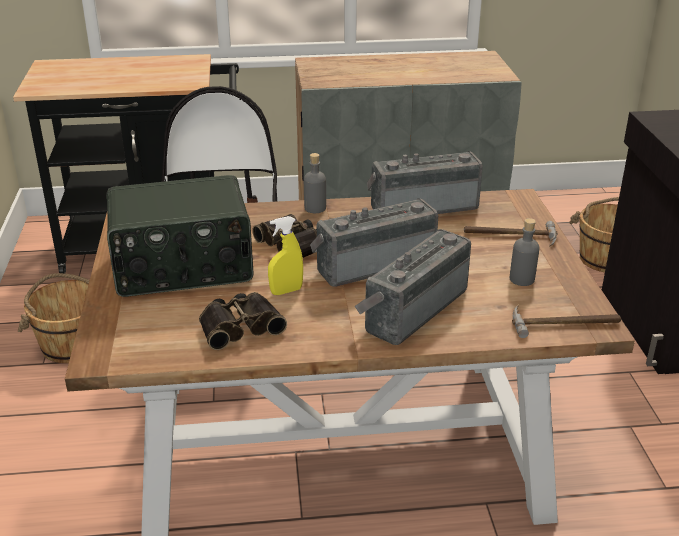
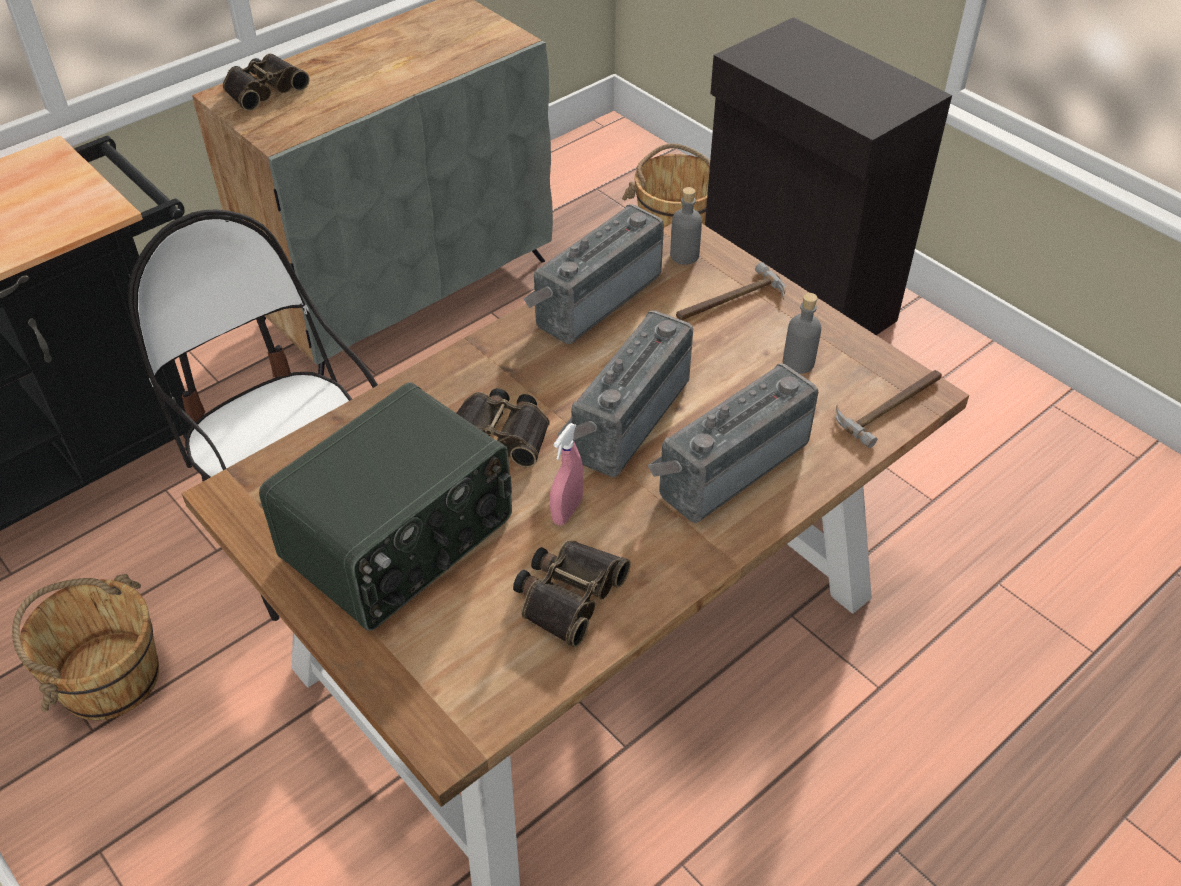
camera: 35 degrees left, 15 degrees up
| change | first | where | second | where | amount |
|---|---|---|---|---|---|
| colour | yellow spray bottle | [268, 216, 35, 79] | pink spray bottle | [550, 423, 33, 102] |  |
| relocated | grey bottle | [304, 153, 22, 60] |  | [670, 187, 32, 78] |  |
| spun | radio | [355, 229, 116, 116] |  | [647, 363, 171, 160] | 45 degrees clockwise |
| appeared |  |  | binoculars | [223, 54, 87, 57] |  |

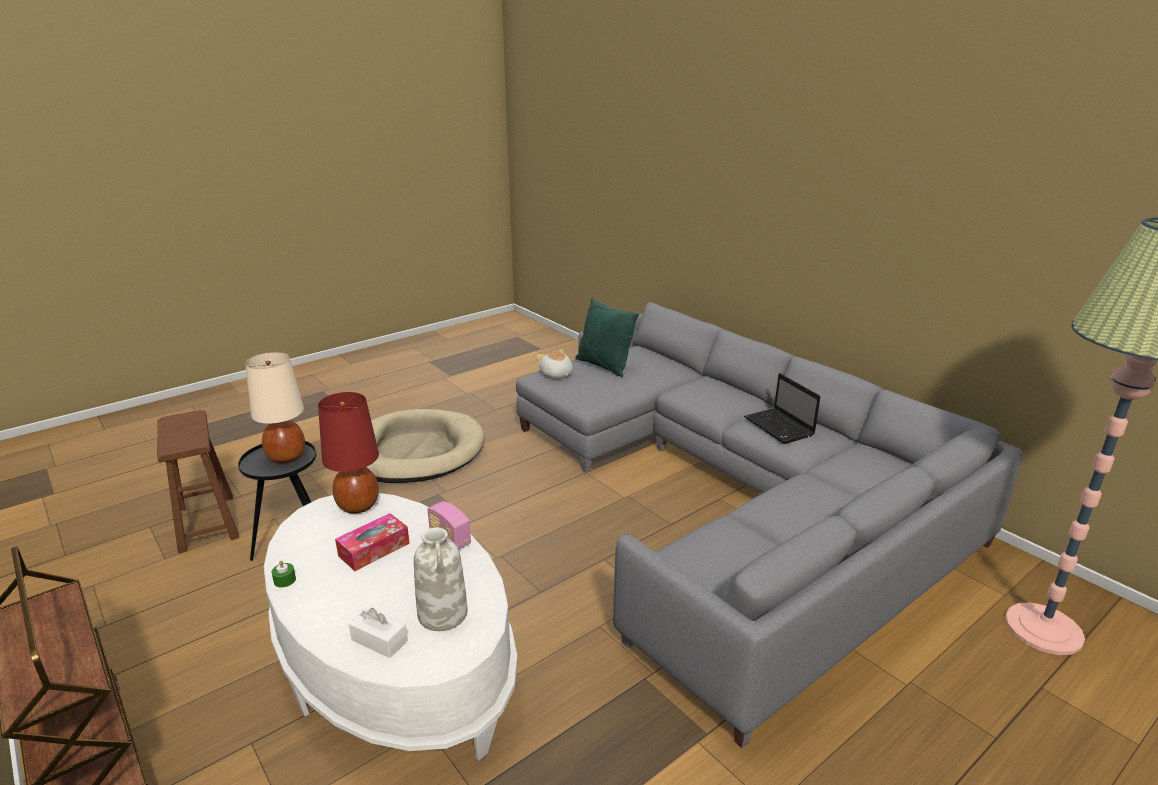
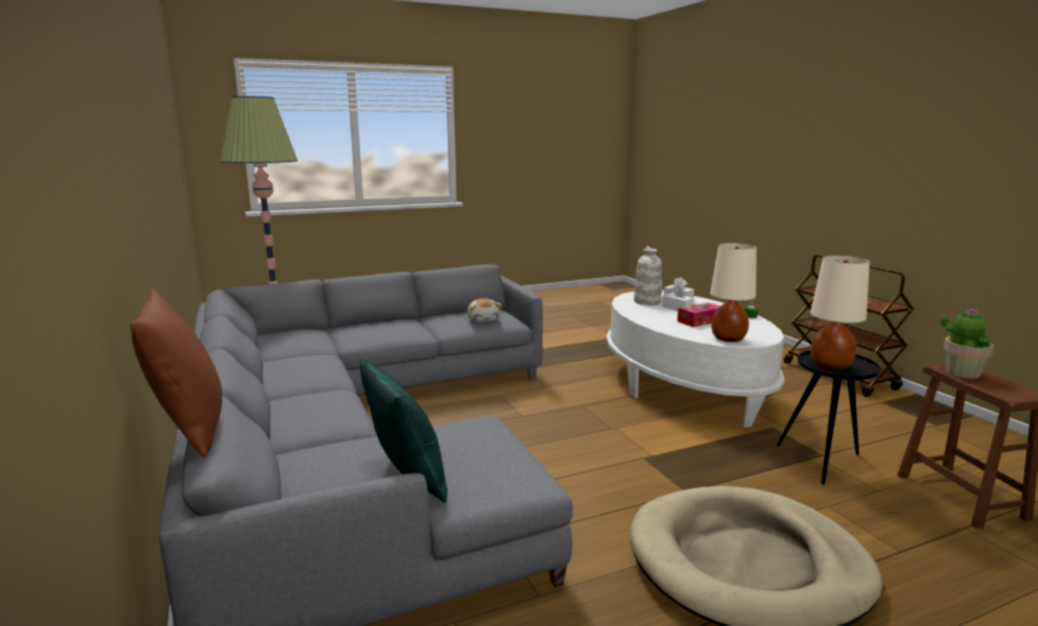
camera: 165 degrees left, 10 degrees down
| change | first | where | second | where | amount |
|---|---|---|---|---|---|
| colour | red table lamp | [318, 392, 61, 122] | beige table lamp | [710, 243, 47, 99] |  |
| missing | radio | [427, 501, 44, 48] |  |  |  |
| relocated | plush toy | [536, 349, 37, 30] |  | [467, 298, 35, 24] |  |
| missing | laptop | [744, 373, 77, 71] |  |  |  |
| appeared |  |  | brown pillow | [130, 289, 92, 168] |  |
| appeared |  |  | white tissue box | [662, 285, 32, 26] |  |
| appeared |  |  | potted plant | [941, 308, 53, 71] |  |

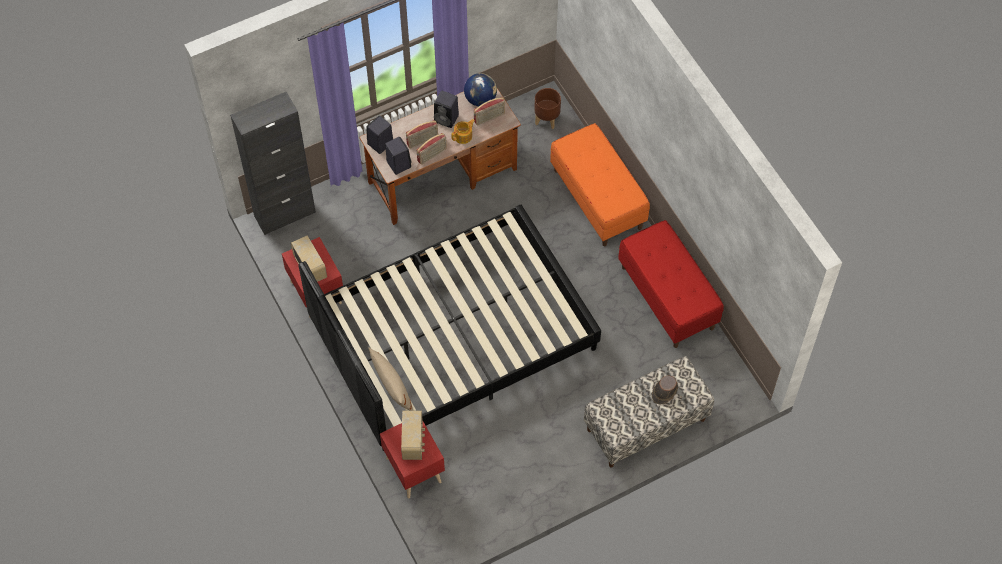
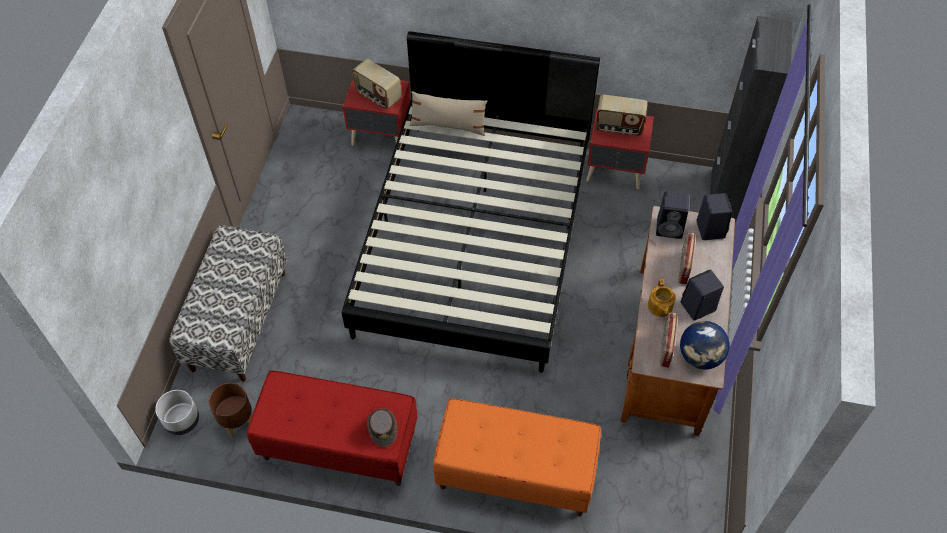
camera: 130 degrees right, 5 degrees down
| change | first | where | second | where | amount |
|---|---|---|---|---|---|
| missing | radio | [417, 133, 30, 32] |  |  |  |
| relocated | brown planter | [534, 88, 27, 41] |  | [209, 383, 43, 55] |  |
| relocated | brown hat | [652, 376, 26, 29] |  | [367, 408, 30, 39] |  |
| appeared |  |  | grey planter | [155, 390, 44, 45] |  |

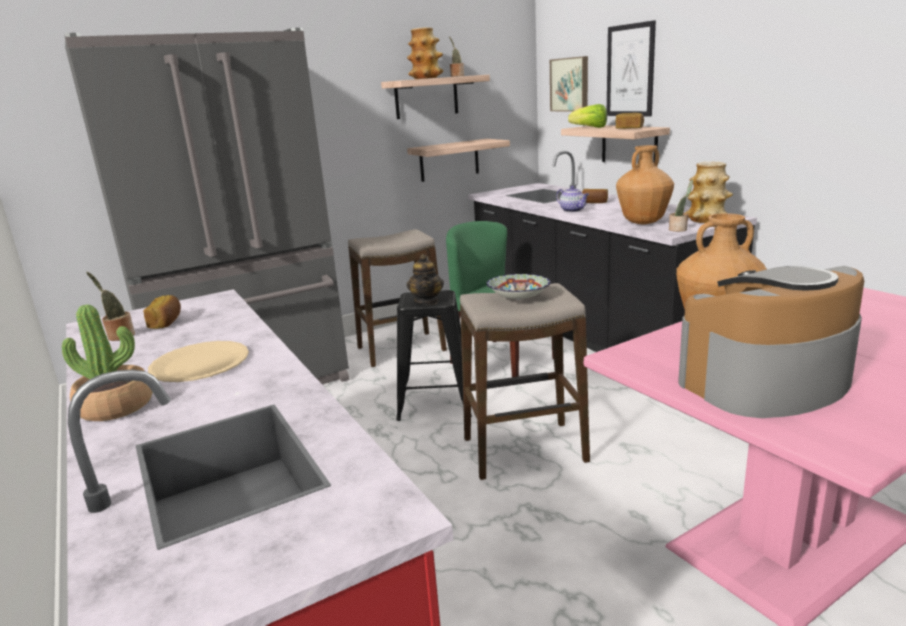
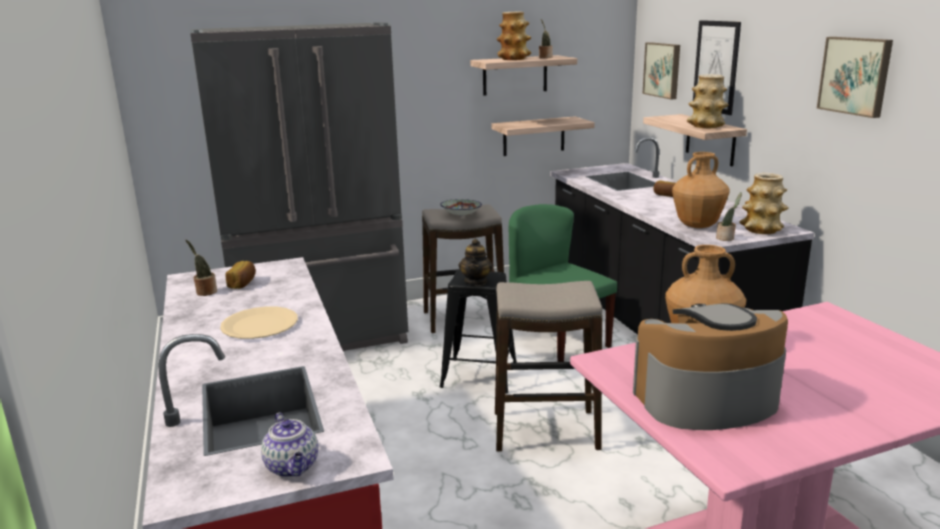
camera: 10 degrees right, 0 degrees up
| change | first | where | second | where | amount |
|---|---|---|---|---|---|
| missing | potted plant | [62, 304, 91, 117] |  |  |  |
| relocated | bowl | [486, 274, 65, 26] |  | [440, 199, 42, 17] |  |
| relocated | teapot | [556, 186, 33, 26] |  | [261, 413, 57, 64] |  |
| missing | lettuce | [568, 104, 39, 24] |  |  |  |
| exchanged | bread | [616, 113, 28, 16] | vase | [687, 74, 42, 54] |  |
| appeared |  |  | picture | [817, 37, 76, 81] |  |

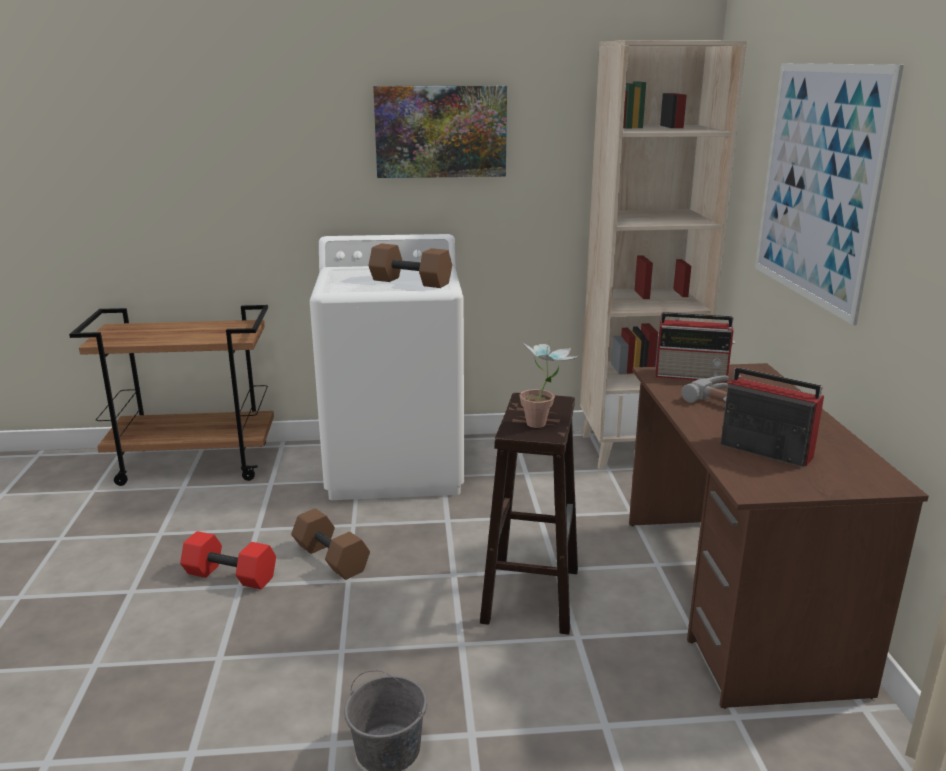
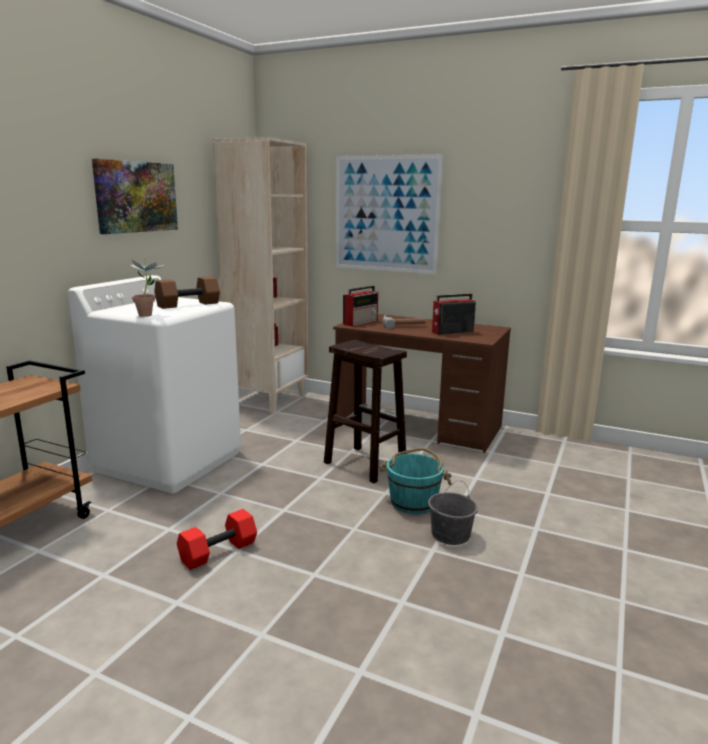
camera: 60 degrees left, 5 degrees down
| change | first | where | second | where | amount |
|---|---|---|---|---|---|
| missing | brown dumbbell | [291, 508, 79, 72] |  |  |  |
| relocated | potted plant | [520, 340, 59, 88] |  | [130, 260, 34, 57] |  |
| appeared |  |  | turquoise bucket | [380, 448, 72, 66] |  |

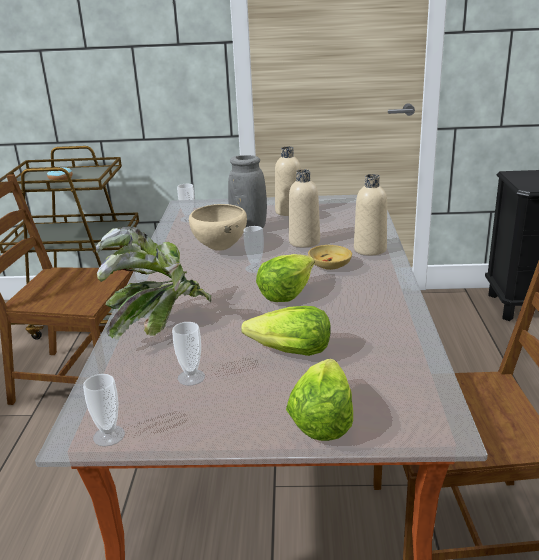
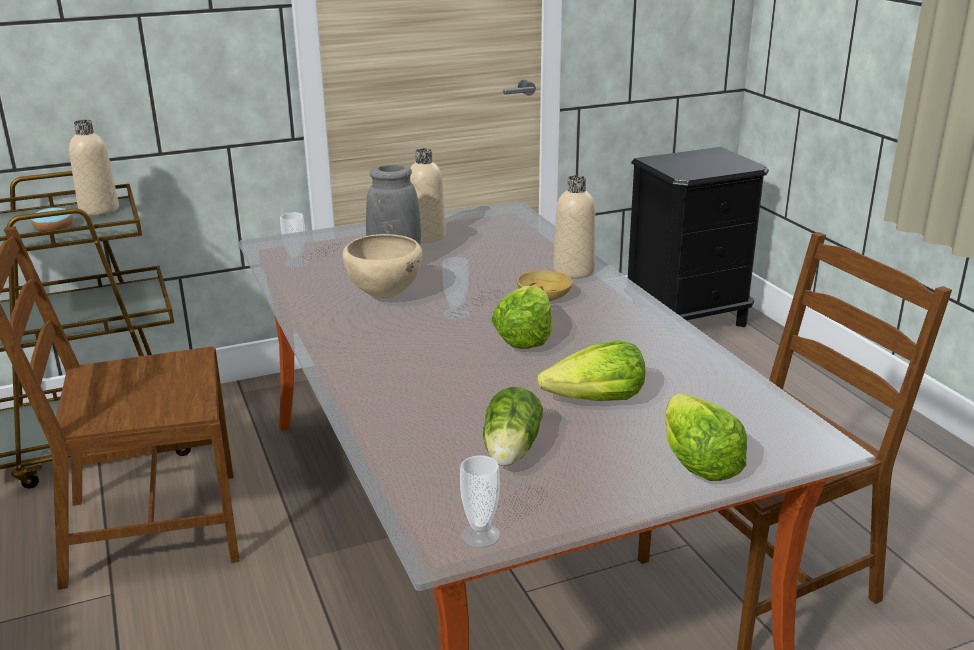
camera: 25 degrees left, 0 degrees up
| change | first | where | second | where | amount |
|---|---|---|---|---|---|
| missing | potted plant | [96, 226, 116, 113] |  |  |  |
| exchanged | cup | [172, 322, 33, 64] | lettuce | [483, 387, 60, 79] |  |
| relocated | beige bottle | [289, 169, 31, 78] |  | [69, 120, 50, 95] |  |

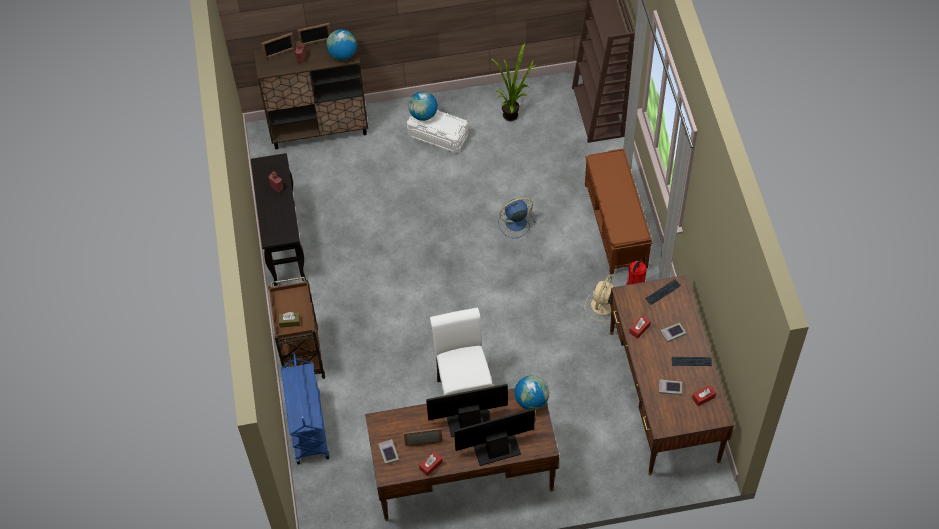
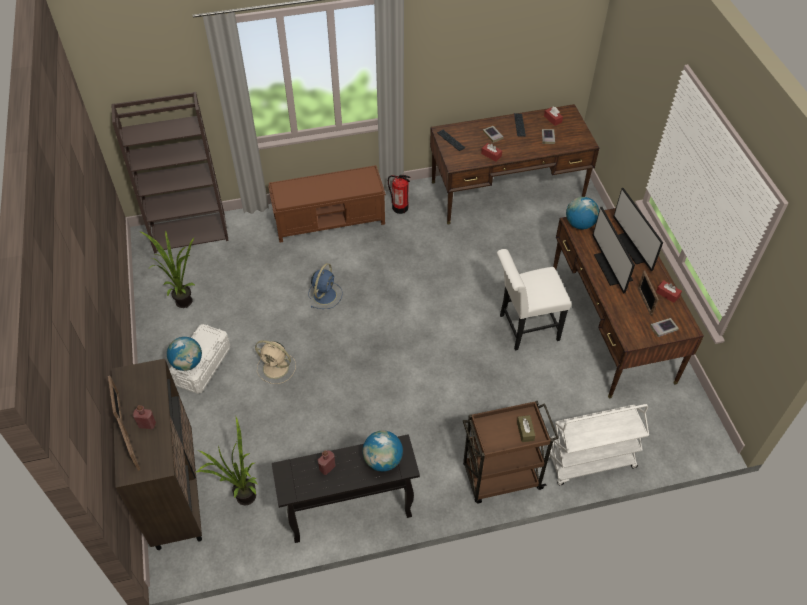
camera: 95 degrees left, 5 degrees down
| change | first | where | second | where | amount |
|---|---|---|---|---|---|
| colour | blue cart | [281, 353, 48, 112] | white cart | [549, 404, 100, 81] |  |
| relocated | globe | [326, 29, 31, 31] |  | [362, 431, 41, 41] |  |
| spun | blue fan | [498, 198, 37, 40] |  | [309, 263, 34, 46] | 135 degrees counterclockwise |
| relocated | beige fan | [585, 275, 29, 47] |  | [255, 340, 41, 44] |  |
| appeared |  |  | potted plant | [196, 417, 62, 88] |  |

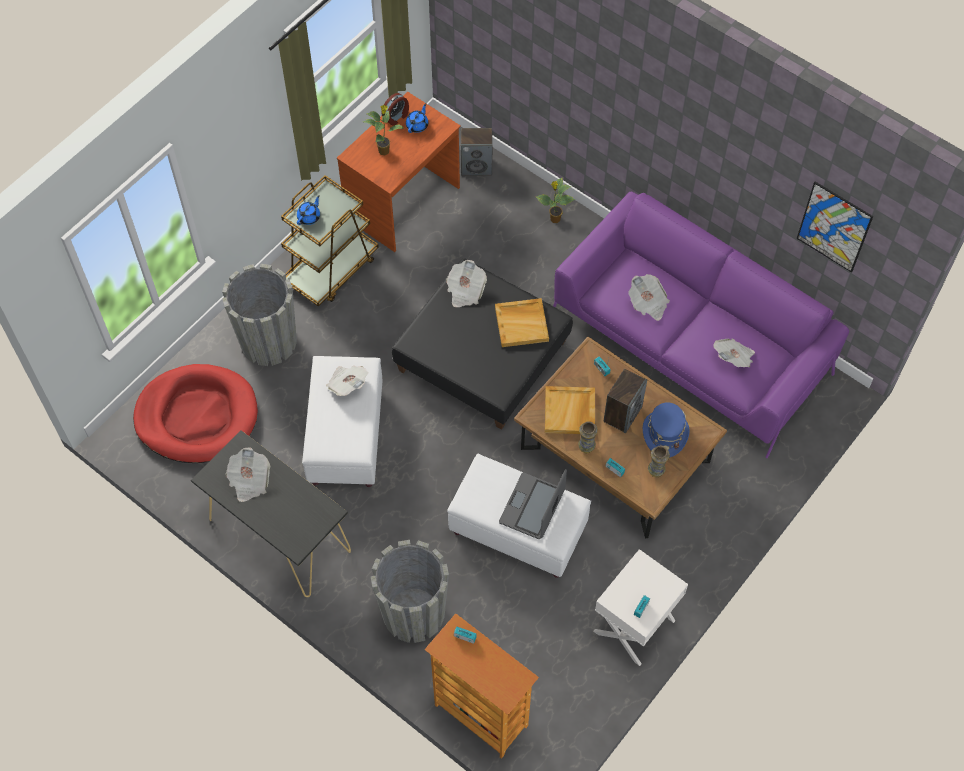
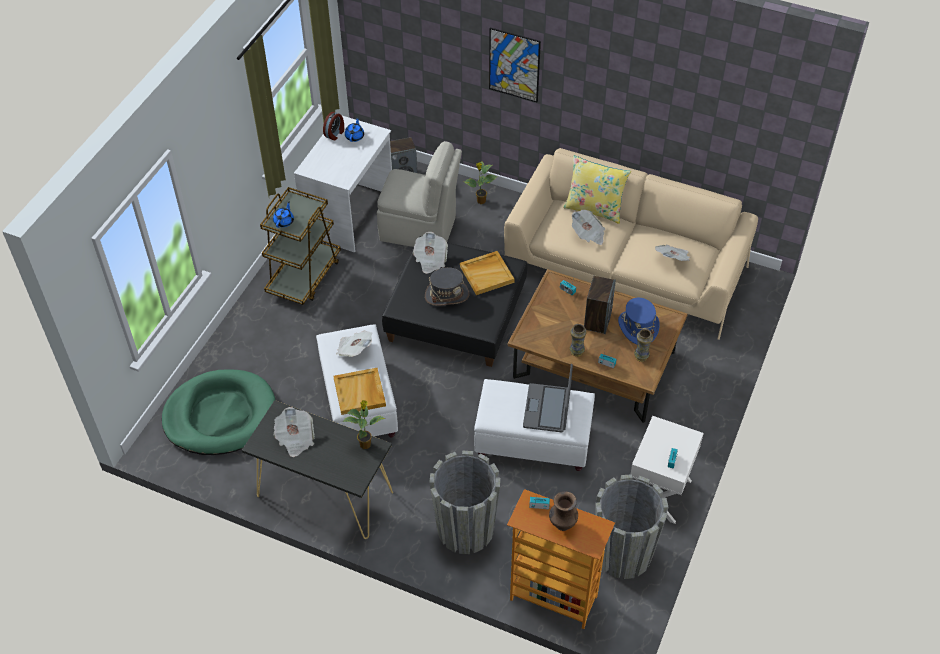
camera: 15 degrees left, 10 degrees down
| change | first | where | second | where | amount |
|---|---|---|---|---|---|
| colour | red dog bed | [133, 364, 125, 99] | green dog bed | [162, 369, 113, 86] |  |
| relocated | grey planter | [222, 264, 75, 102] |  | [595, 474, 74, 105] |  |
| colour | brown desk | [337, 92, 124, 160] | white desk | [294, 116, 98, 136] |  |
| relocated | potted plant | [363, 105, 42, 50] |  | [342, 400, 44, 49] |  |
| relocated | beige tray | [545, 386, 50, 48] |  | [333, 368, 53, 47] |  |
| colour | purple sofa | [553, 192, 296, 266] | beige sofa | [504, 148, 254, 192] |  |
| relocated | picture | [797, 182, 76, 91] |  | [489, 28, 52, 74] |  |
| appeared |  |  | beige chair | [377, 141, 85, 106] |  |
| appeared |  |  | grey hat | [425, 267, 45, 39] |  |
| appeared |  |  | brown vase | [549, 491, 29, 40] |  |
| appeared |  |  | yellow pillow | [563, 155, 68, 69] |  |

